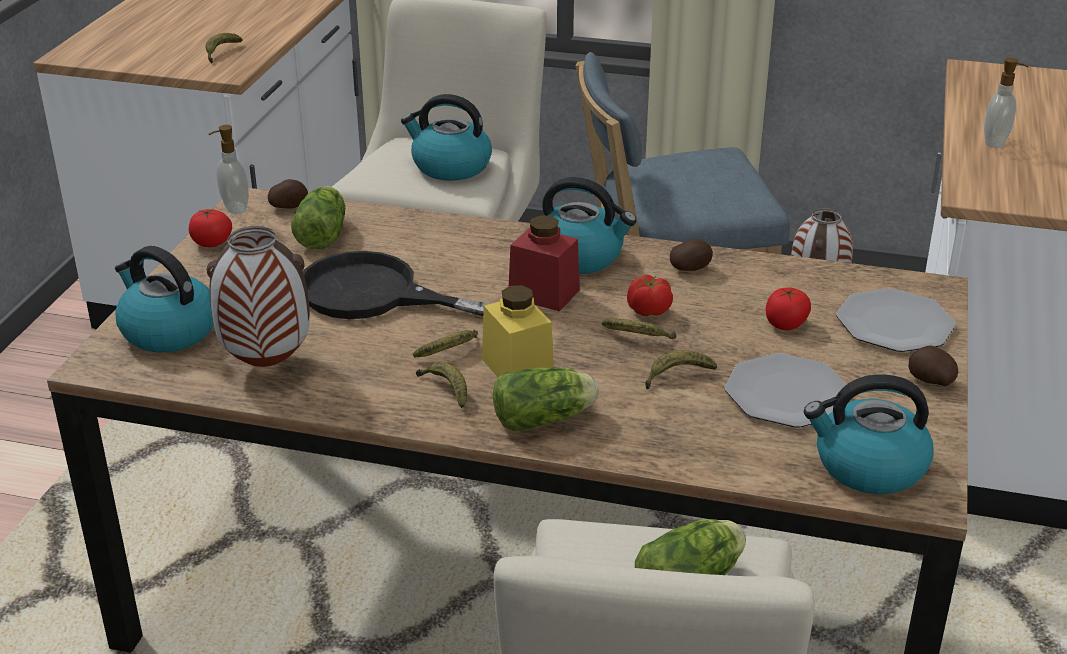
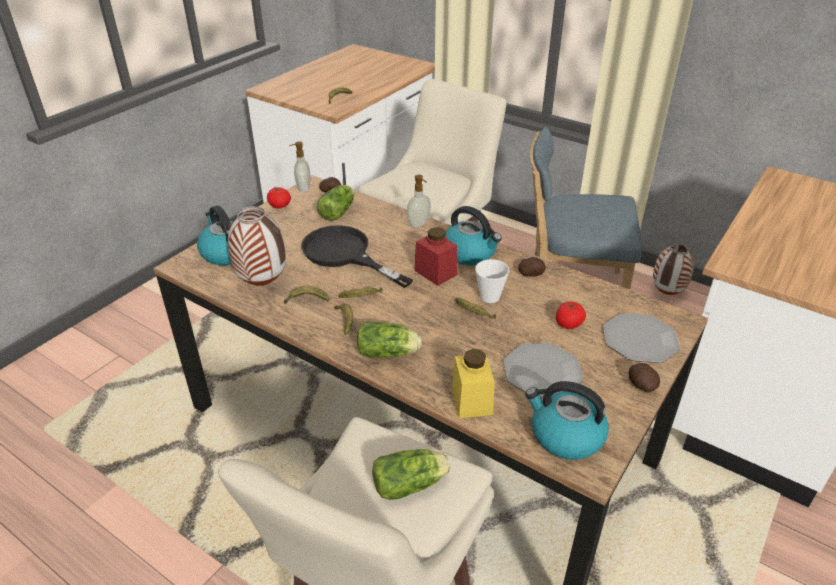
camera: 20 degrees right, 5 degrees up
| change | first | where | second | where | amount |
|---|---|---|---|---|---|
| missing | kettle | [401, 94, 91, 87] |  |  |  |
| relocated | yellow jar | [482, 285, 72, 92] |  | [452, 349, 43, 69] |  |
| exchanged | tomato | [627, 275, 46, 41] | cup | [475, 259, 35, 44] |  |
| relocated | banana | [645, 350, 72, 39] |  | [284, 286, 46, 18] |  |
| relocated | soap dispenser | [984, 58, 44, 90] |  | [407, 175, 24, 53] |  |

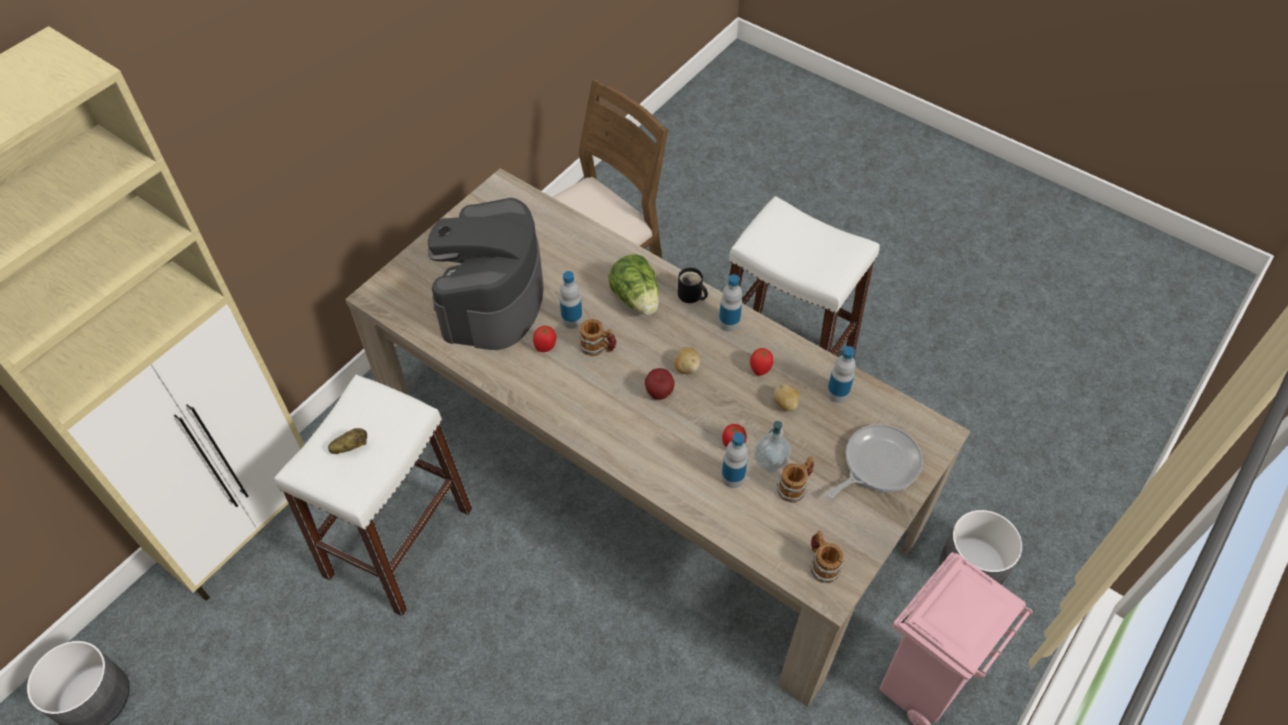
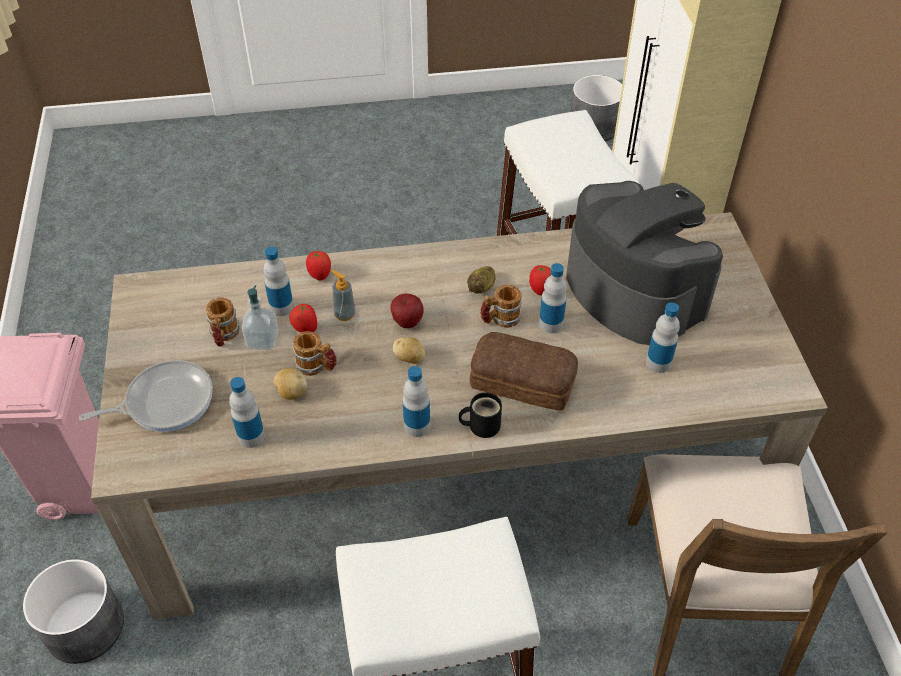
camera: 135 degrees right, 5 degrees down
| change | first | where | second | where | amount |
|---|---|---|---|---|---|
| relocated | potato | [328, 428, 39, 26] |  | [467, 266, 28, 28] |  |
| exchanged | lettuce | [608, 254, 51, 61] | bread | [470, 332, 108, 79] |  |
| relocated | tomato | [750, 348, 23, 28] |  | [306, 251, 25, 30] |  |
| relocated | mug | [810, 531, 34, 52] |  | [293, 331, 44, 45] |  |
| spun | frying pan | [826, 424, 97, 74] |  | [79, 360, 134, 72] | 120 degrees counterclockwise |
| appeared |  |  | soap dispenser | [331, 270, 25, 51] |  |
| appeared |  |  | bottle | [646, 302, 34, 71] |  |

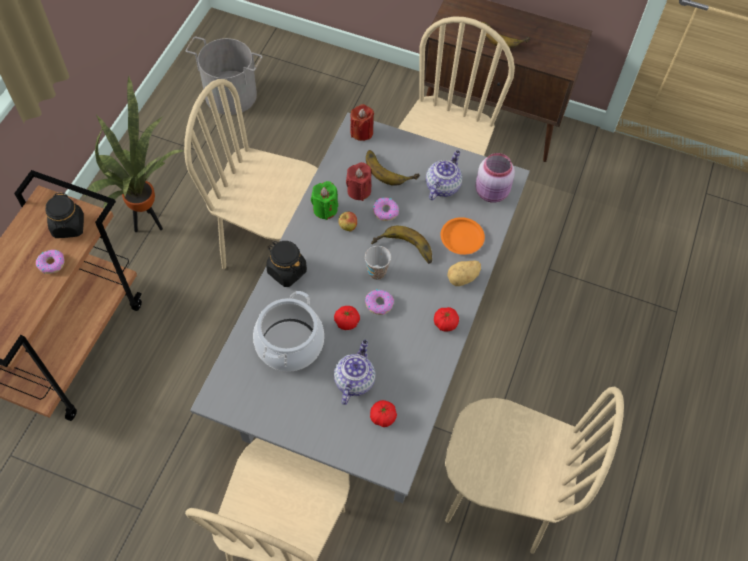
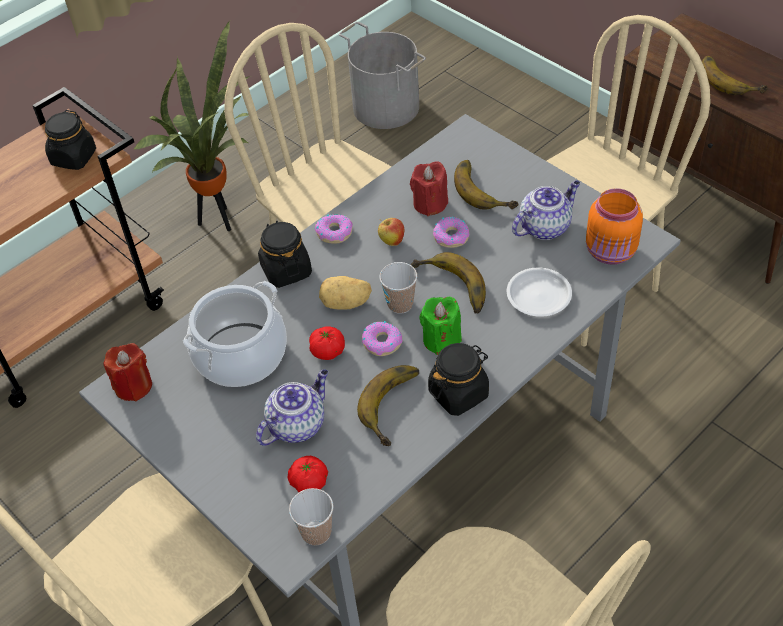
camera: 30 degrees right, 10 degrees down
| change | first | where | second | where | amount |
|---|---|---|---|---|---|
| relocated | donut | [36, 250, 29, 24] |  | [315, 214, 38, 30] |  |
| relocated | green candle | [311, 181, 27, 39] |  | [419, 297, 43, 58] |  |
| relocated | red candle | [350, 104, 24, 37] |  | [103, 343, 49, 58] |  |
| exchanged | tomato | [434, 307, 25, 24] | black jar | [428, 343, 61, 73] |  |
| colour | orange plate | [441, 217, 44, 38] | white plate | [507, 268, 65, 49] |  |
| relocated | potato | [447, 260, 34, 26] |  | [319, 276, 53, 34] |  |
| colour | pink jar | [475, 153, 40, 50] | orange jar | [586, 188, 57, 77] |  |
| appeared |  |  | cup | [289, 488, 45, 58] |  |
| appeared |  |  | banana | [357, 365, 62, 81] |  |

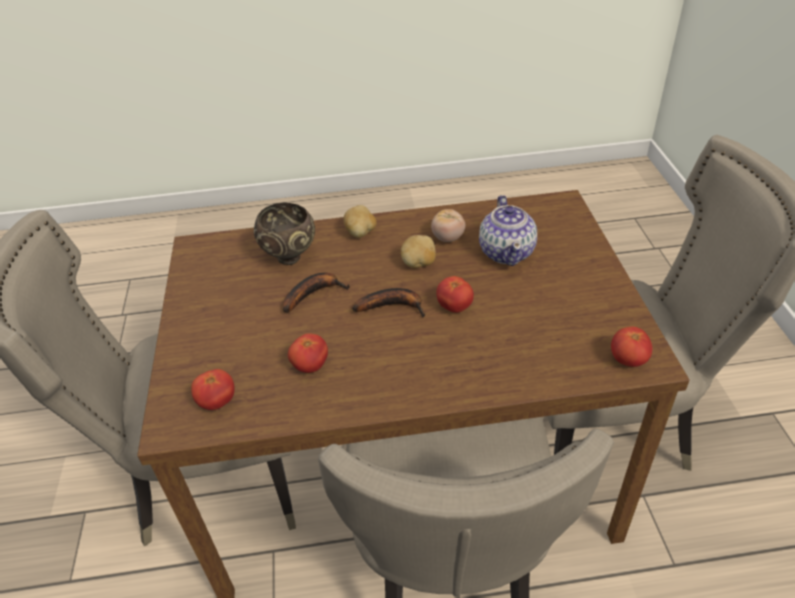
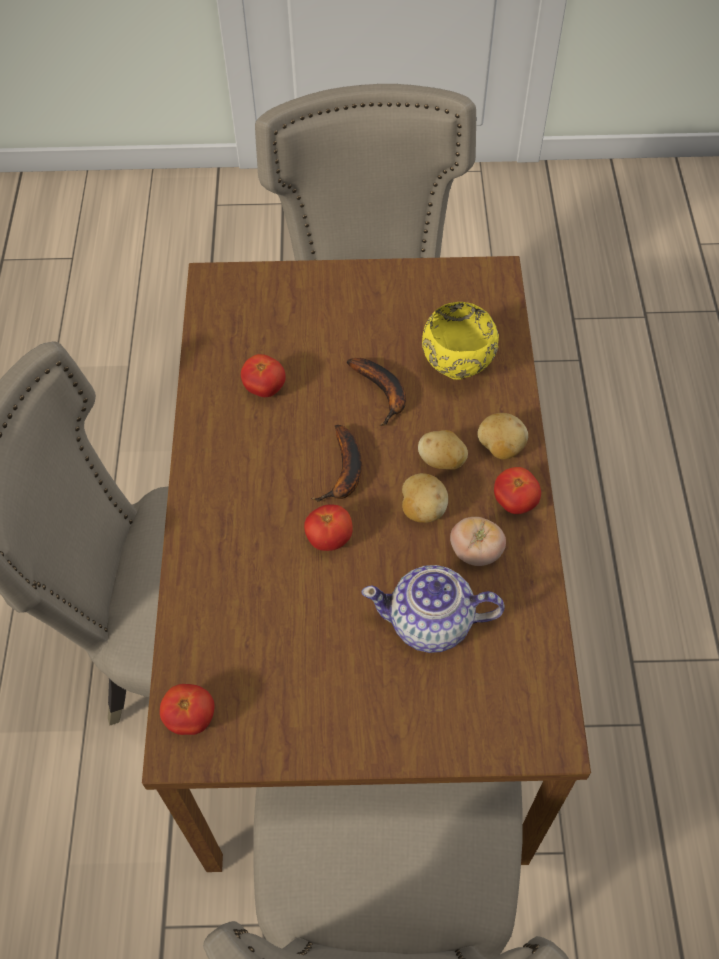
camera: 95 degrees right, 15 degrees up
| change | first | where | second | where | amount |
|---|---|---|---|---|---|
| relocated | tomato | [191, 369, 43, 41] |  | [494, 467, 47, 47] |  |
| colour | brown bowl | [254, 203, 61, 62] | yellow bowl | [422, 302, 77, 78] |  |
| appeared |  |  | potato | [418, 430, 50, 40] |  |

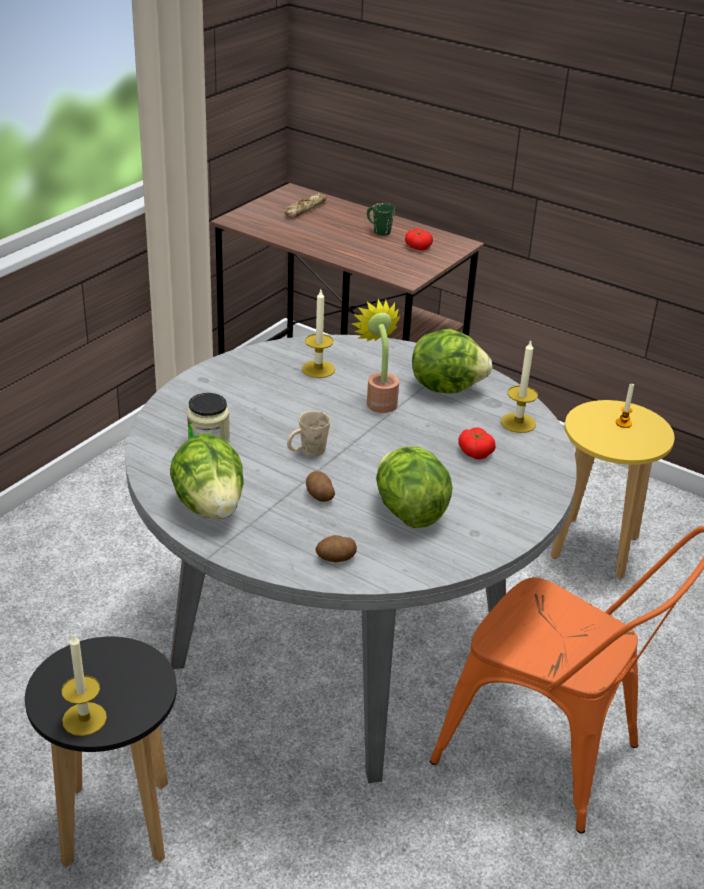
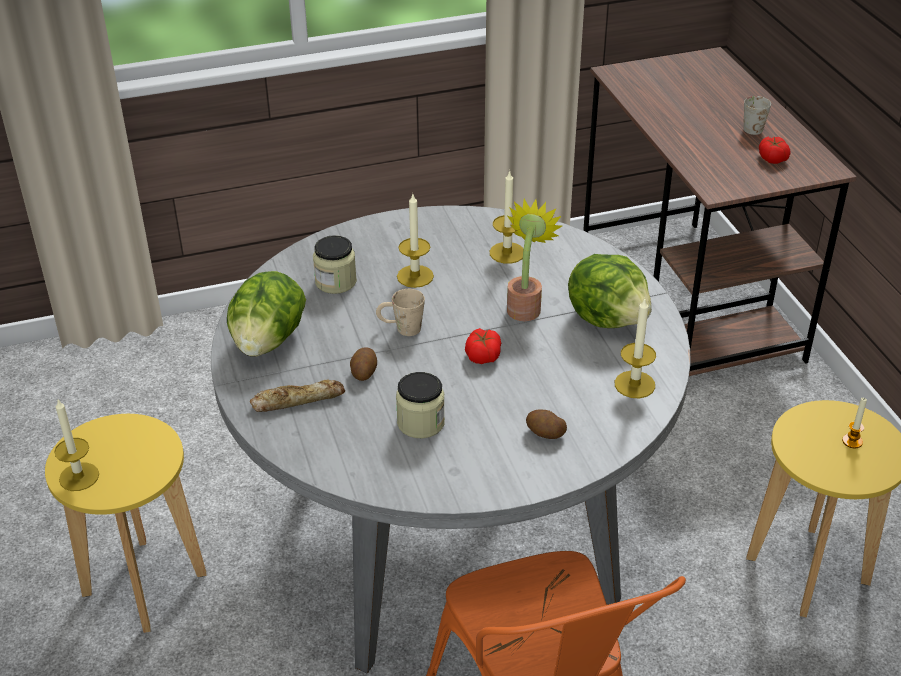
camera: 40 degrees right, 5 degrees up
| change | first | where | second | where | amount |
|---|---|---|---|---|---|
| colour | black stool | [25, 636, 152, 232] | yellow stool | [45, 414, 162, 219] |  |
| relocated | bread | [285, 193, 42, 25] |  | [250, 380, 95, 32] |  |
| relocated | potato | [315, 535, 42, 27] |  | [526, 409, 41, 30] |  |
| colour | green mug | [367, 203, 28, 33] | white mug | [744, 96, 27, 39] |  |
| exchanged | lettuce | [376, 446, 76, 82] | jar | [396, 372, 49, 66] |  |
| relocated | tomato | [458, 427, 38, 32] |  | [465, 328, 36, 36] |  |
| appeared |  |  | candle | [397, 194, 37, 94] |  |

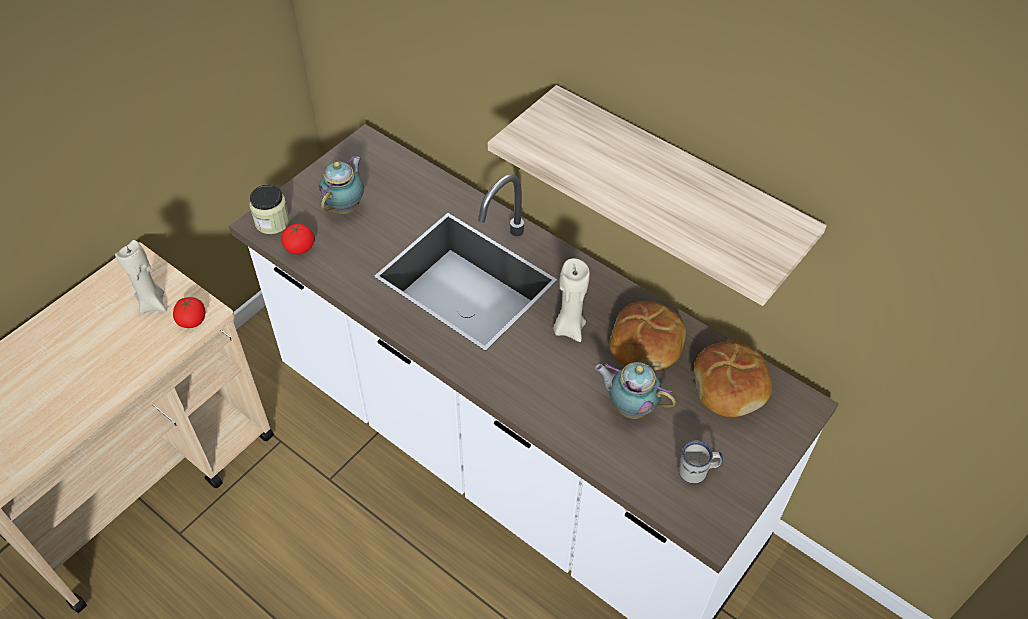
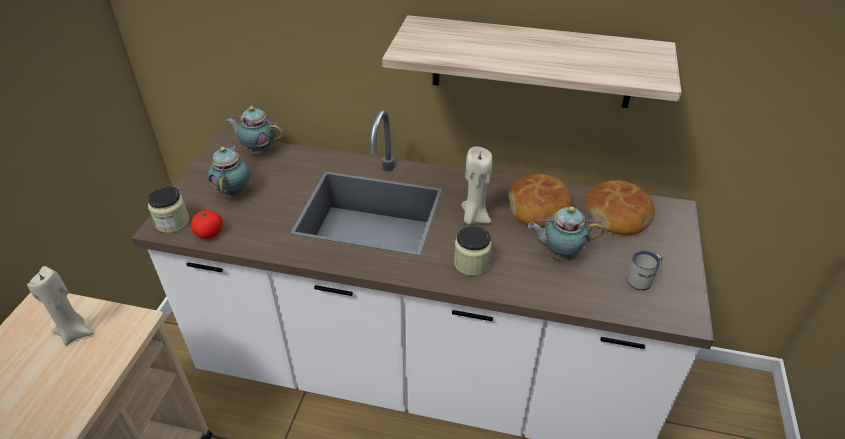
camera: 25 degrees left, 10 degrees down
| change | first | where | second | where | amount |
|---|---|---|---|---|---|
| missing | tomato | [173, 297, 32, 31] |  |  |  |
| appeared |  |  | teapot | [225, 106, 59, 48] |  |
| appeared |  |  | jar | [454, 226, 38, 50] |  |

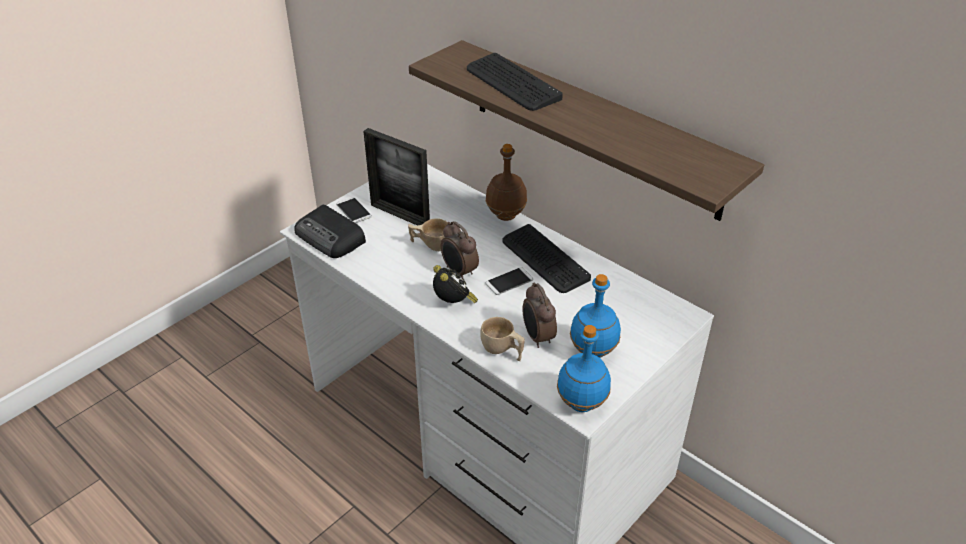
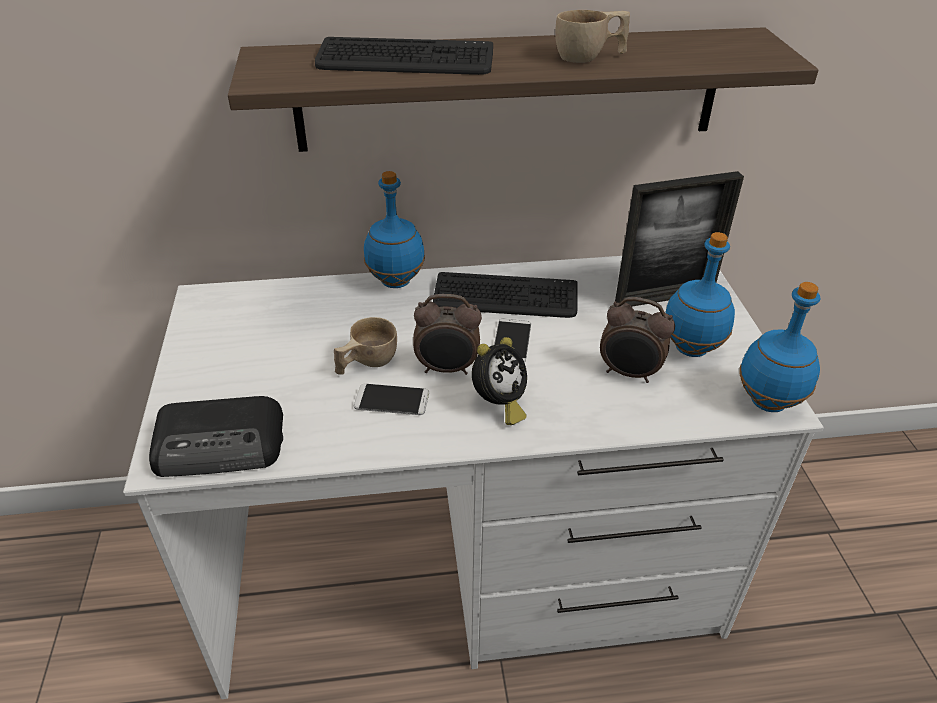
camera: 50 degrees left, 0 degrees up
| change | first | where | second | where | amount |
|---|---|---|---|---|---|
| relocated | phone | [336, 197, 36, 26] |  | [354, 384, 75, 31] |  |
| relocated | picture frame | [363, 128, 67, 98] |  | [615, 171, 129, 136] |  |
| spun | alarm clock | [433, 265, 45, 38] |  | [472, 337, 55, 88] | 120 degrees clockwise |
| relocated | beige cup | [480, 317, 45, 44] |  | [555, 10, 75, 53] |  |
| colour | brown bottle | [486, 144, 41, 77] | blue bottle | [364, 171, 61, 117] |  |

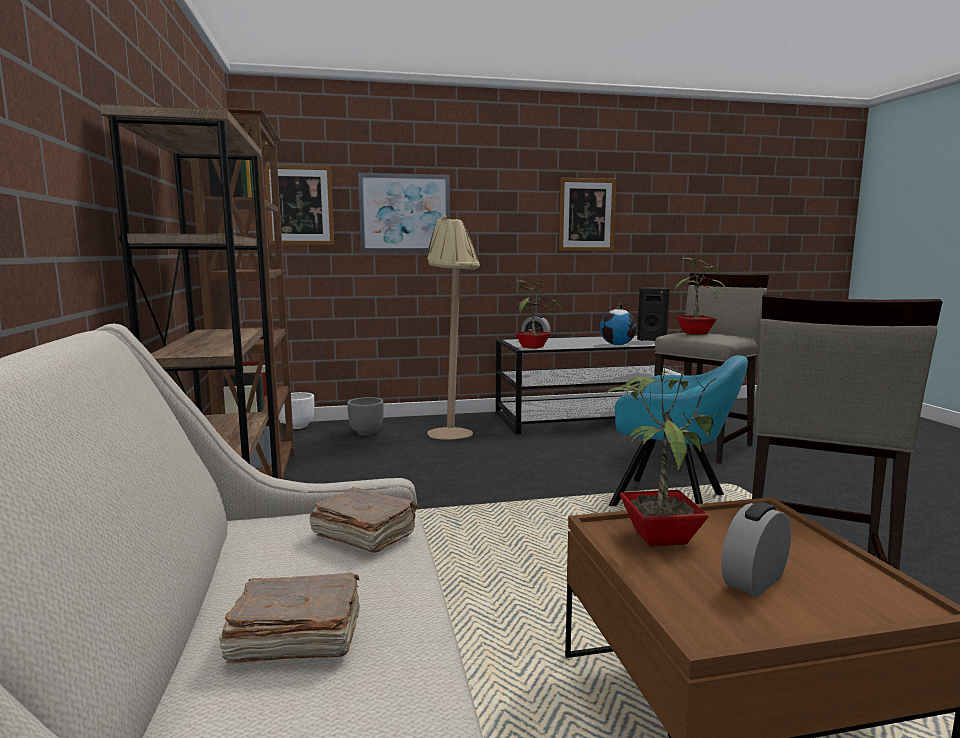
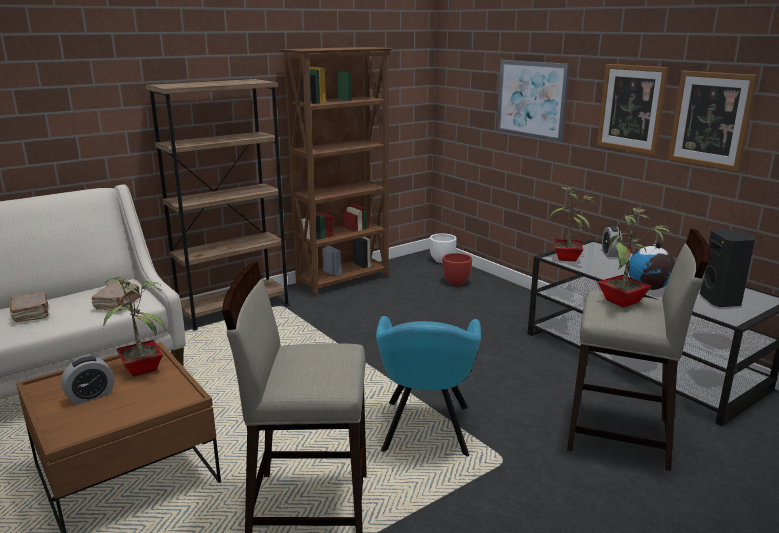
camera: 65 degrees right, 10 degrees up
| change | first | where | second | where | amount |
|---|---|---|---|---|---|
| relocated | picture | [264, 164, 70, 81] |  | [597, 64, 72, 91] |  |
| colour | grey planter | [347, 397, 37, 39] | red planter | [442, 253, 30, 33] |  |
| missing | beige floor lamp | [427, 215, 53, 225] |  |  |  |
| spun | alarm clock | [721, 502, 70, 95] |  | [61, 356, 53, 49] | 120 degrees clockwise |

